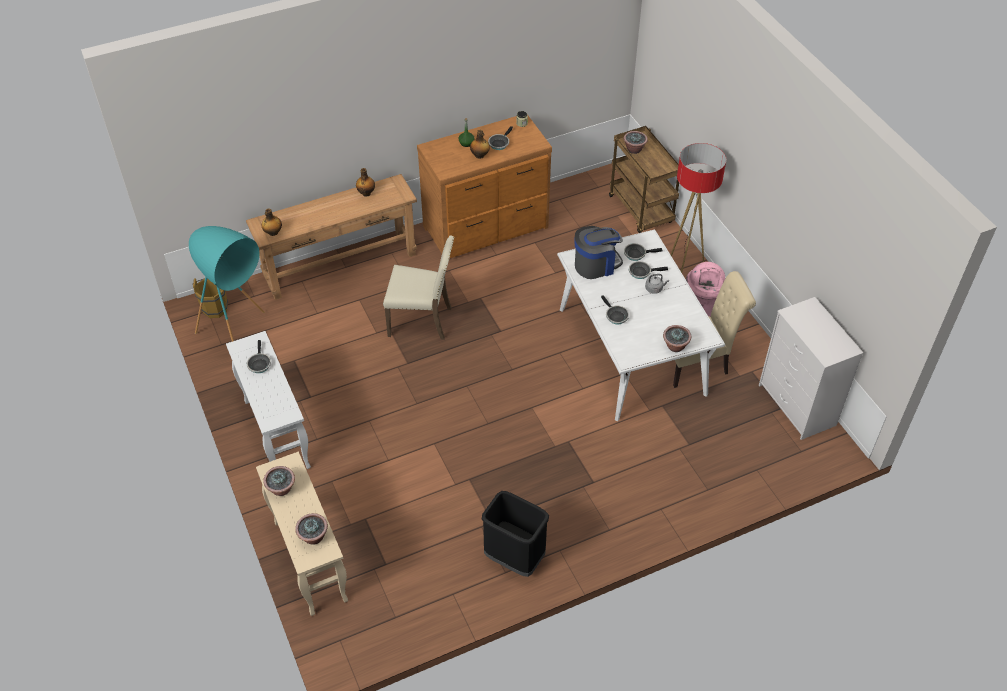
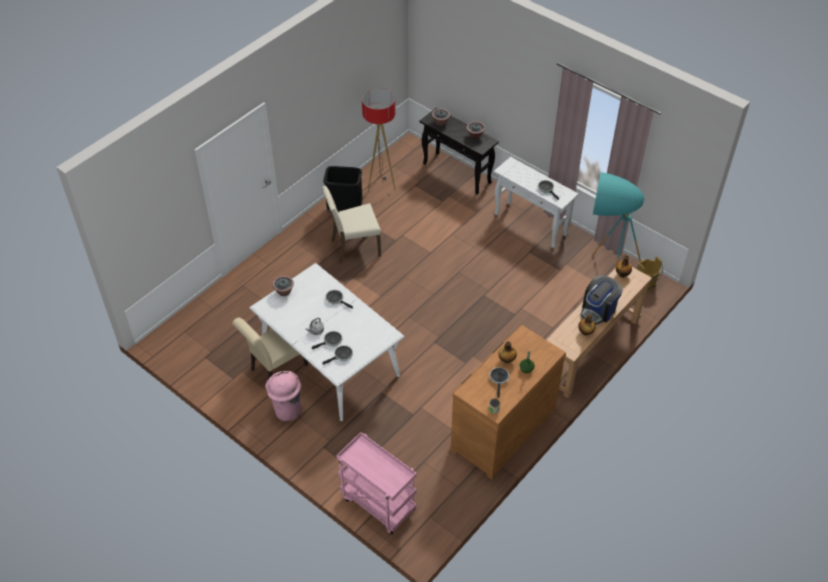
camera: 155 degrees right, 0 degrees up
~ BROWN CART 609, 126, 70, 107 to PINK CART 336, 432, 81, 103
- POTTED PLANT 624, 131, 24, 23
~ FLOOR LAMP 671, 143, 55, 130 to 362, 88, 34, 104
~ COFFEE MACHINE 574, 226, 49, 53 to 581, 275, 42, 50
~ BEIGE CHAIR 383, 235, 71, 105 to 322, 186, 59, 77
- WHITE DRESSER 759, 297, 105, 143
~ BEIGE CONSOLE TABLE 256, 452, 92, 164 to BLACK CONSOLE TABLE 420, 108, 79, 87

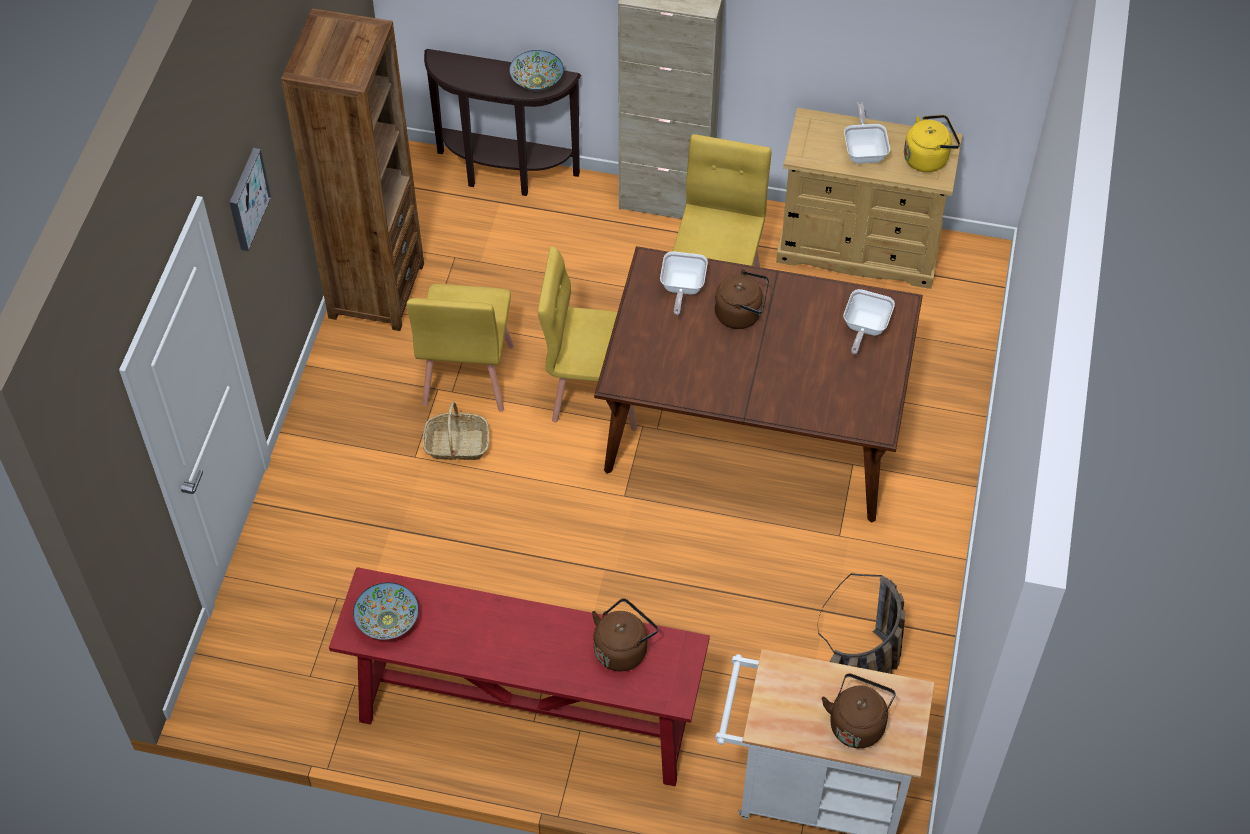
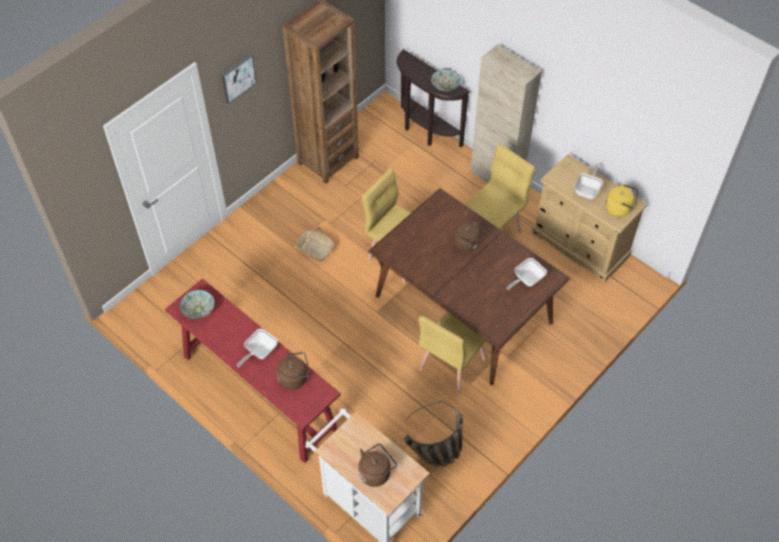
camera: 30 degrees right, 0 degrees up
~ FRYING PAN 660, 251, 48, 64 to 237, 329, 41, 39
~ YELLOW CHAIR 406, 284, 108, 128 to 419, 311, 67, 83

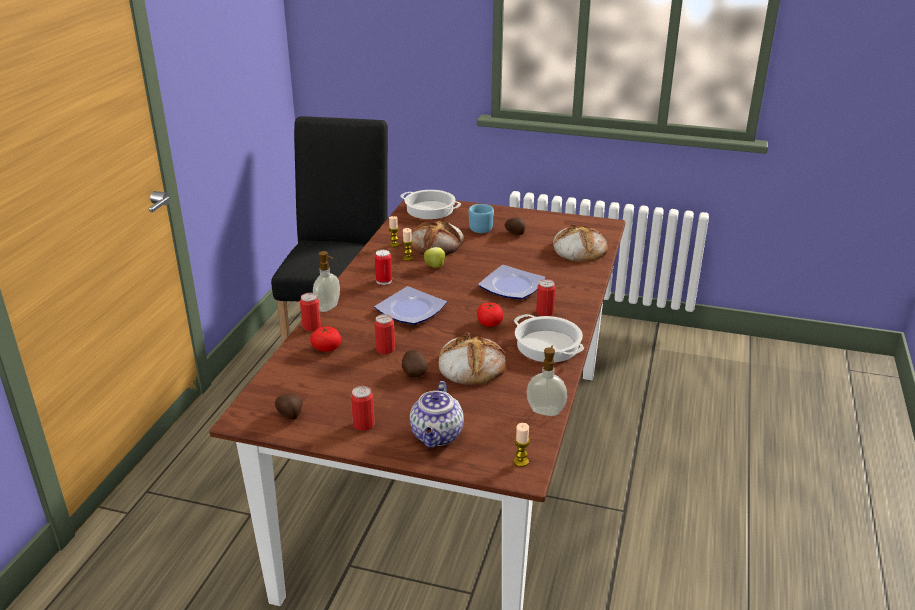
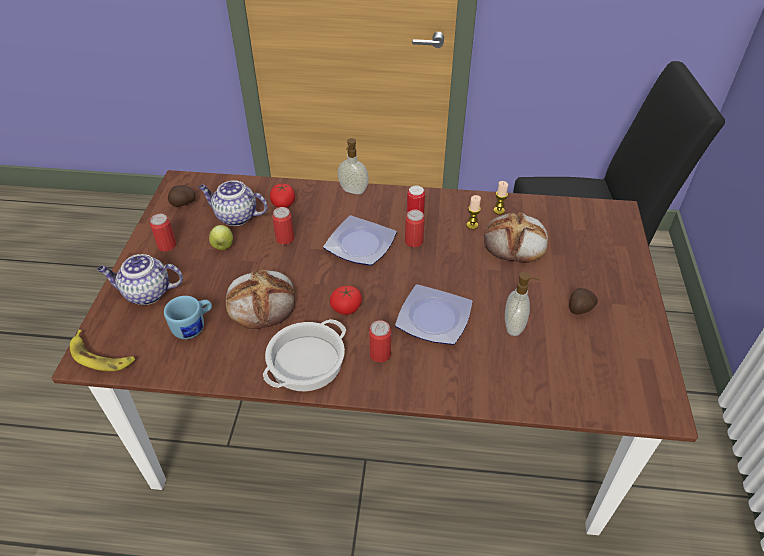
camera: 80 degrees right, 15 degrees up
- COOKING POT 400, 190, 61, 29
~ BLUE MUG 469, 204, 25, 29 to 164, 296, 48, 43
- BREAD 553, 222, 55, 39
~ APPLE 424, 247, 23, 21 to 209, 225, 24, 25
~ CAN 300, 293, 21, 38 to 405, 210, 20, 37
~ SOAP DISPENSER 527, 346, 40, 70 to 505, 272, 35, 64
- POTATO 402, 350, 26, 27
~ CANDLE 514, 423, 16, 44 to BANANA 70, 330, 65, 41
+ TEAPOT 198, 180, 70, 46

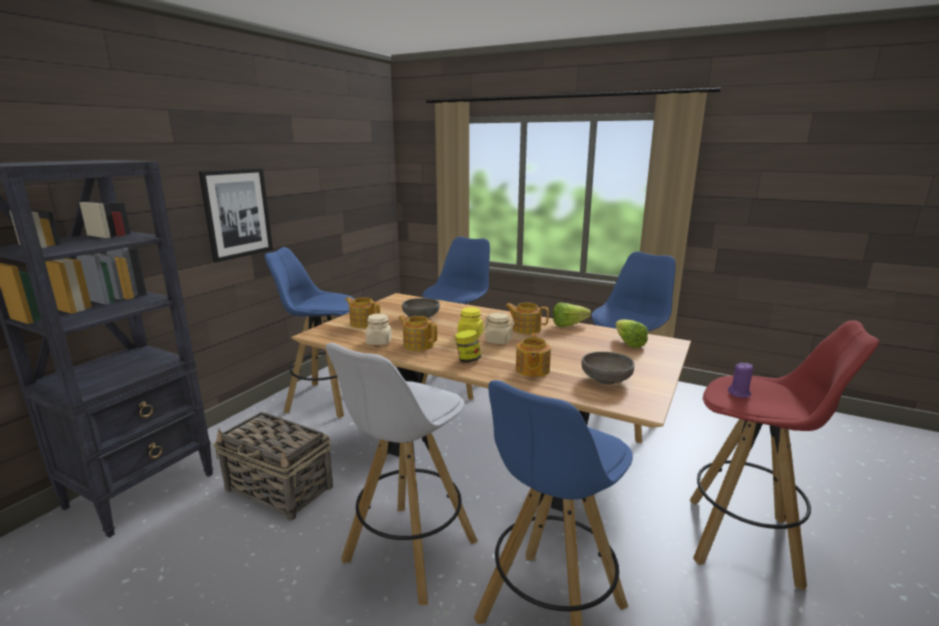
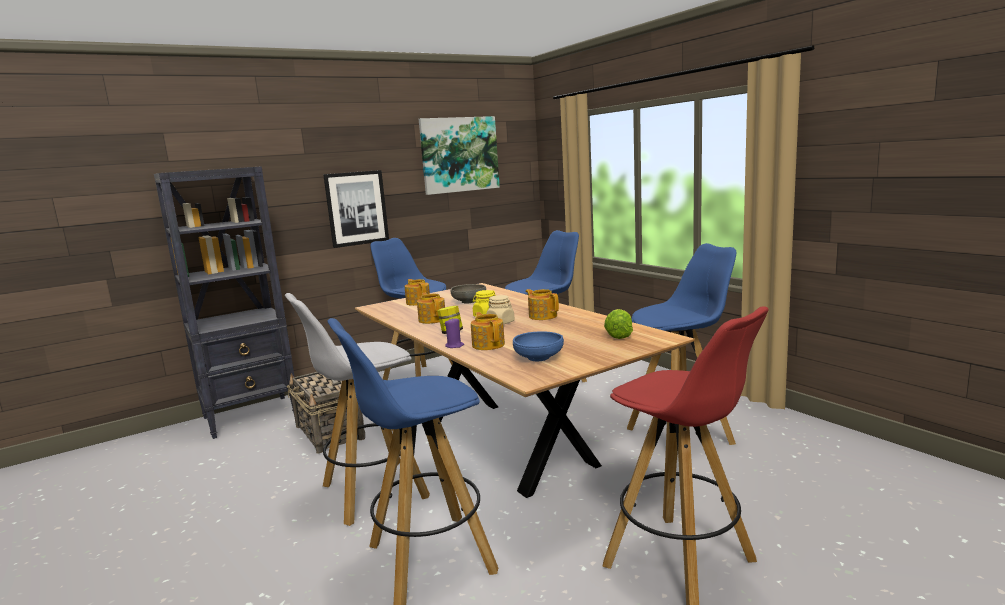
camera: 30 degrees right, 5 degrees down
- LETTUCE 553, 303, 38, 24
- BEIGE JAR 366, 313, 26, 32
~ TEAPOT 516, 333, 35, 44 = 471, 312, 34, 38 120 degrees clockwise
~ GREY BOWL 582, 352, 52, 33 to BLUE BOWL 513, 331, 51, 30
~ PURPLE CANDLE 728, 363, 25, 35 to 445, 319, 19, 29
+ PICTURE 419, 116, 81, 79

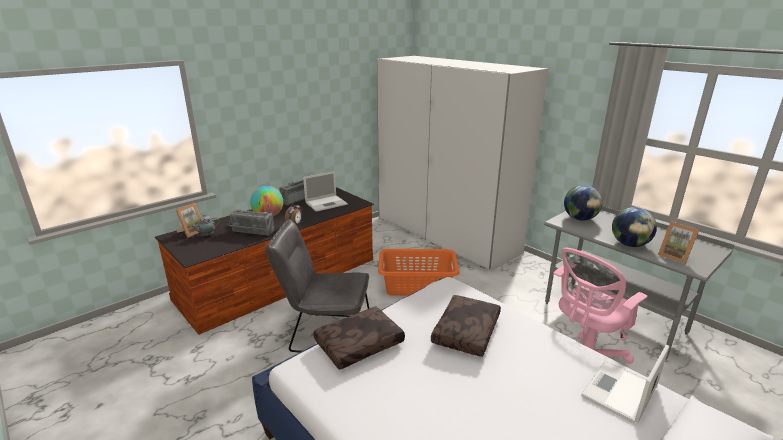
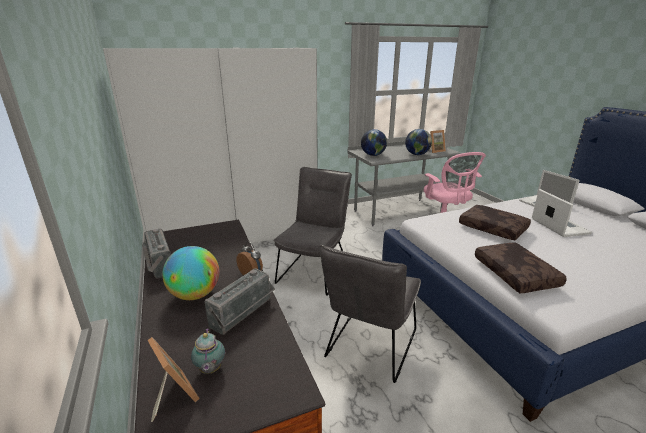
camera: 70 degrees left, 0 degrees up
~ LAPTOP 303, 171, 45, 41 to 532, 189, 60, 48
~ ORANGE LAUNDRY BASKET 378, 249, 82, 47 to GREY CHAIR 274, 167, 78, 129

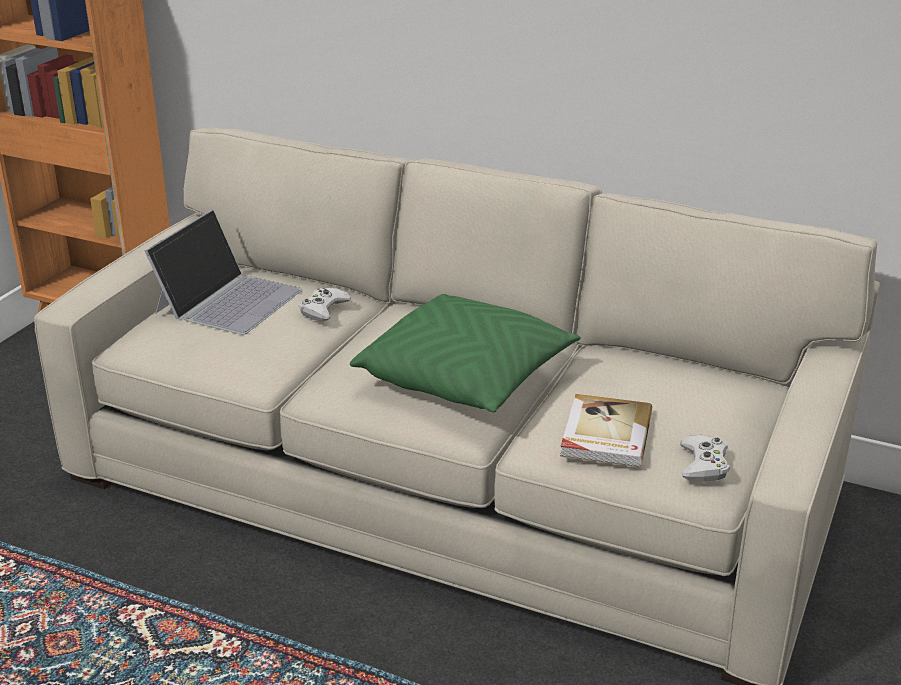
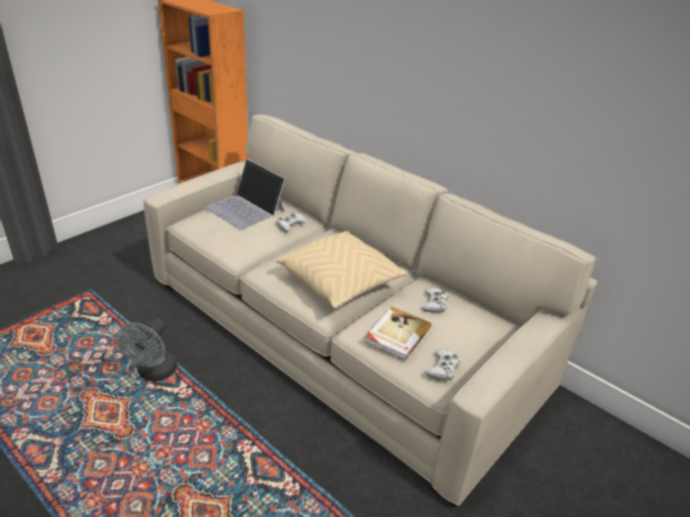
camera: 15 degrees right, 5 degrees up
~ LAPTOP 145, 210, 157, 125 = 206, 159, 80, 71 90 degrees clockwise
~ GREEN PILLOW 350, 294, 231, 118 to BEIGE PILLOW 276, 231, 132, 78
+ WHITE GAME CONTROLLER 422, 288, 27, 25
+ GREY FAN 117, 318, 60, 63

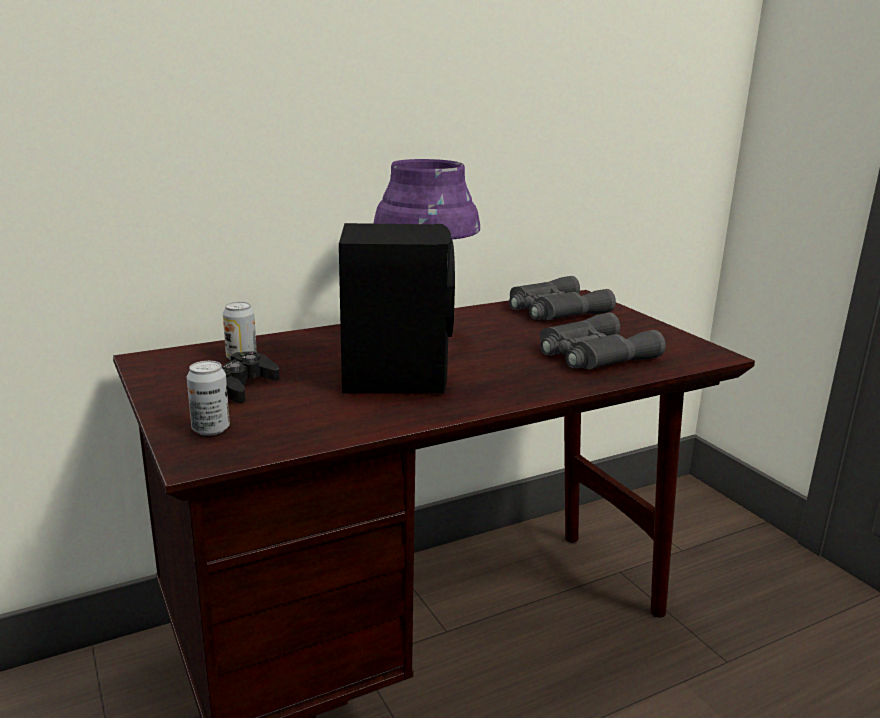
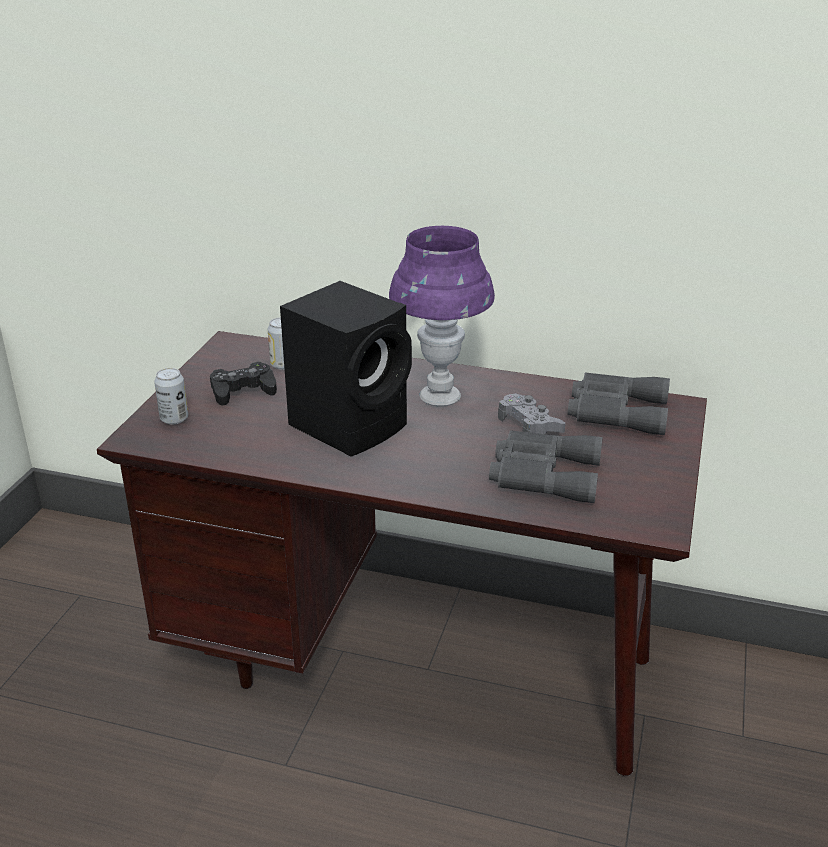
camera: 45 degrees right, 10 degrees up
+ GREY GAME CONTROLLER 498, 393, 67, 41

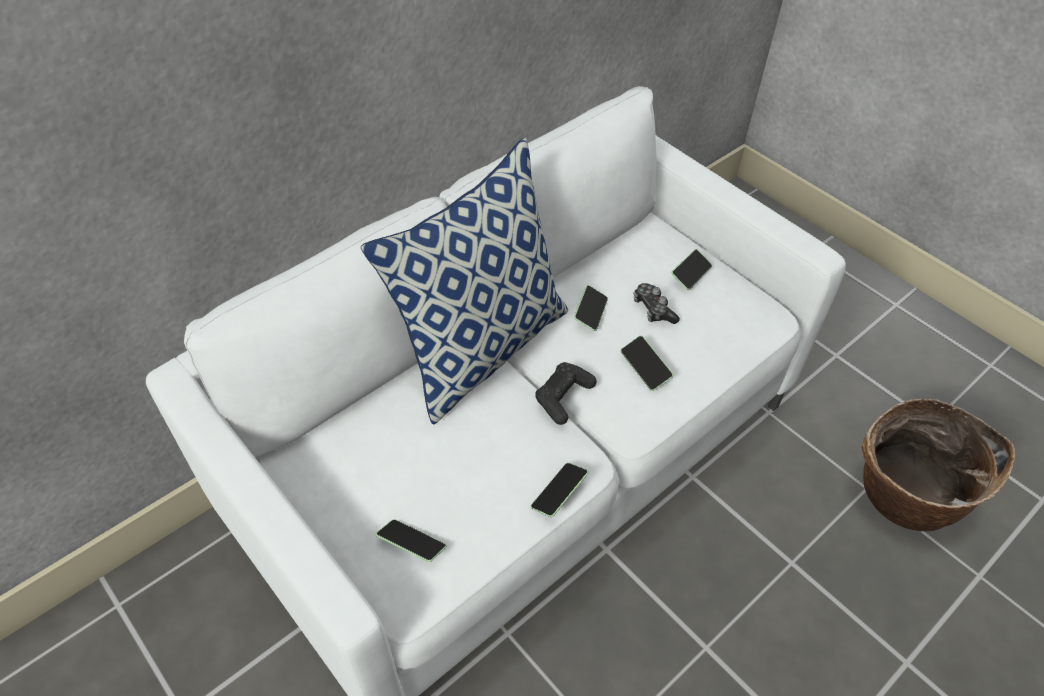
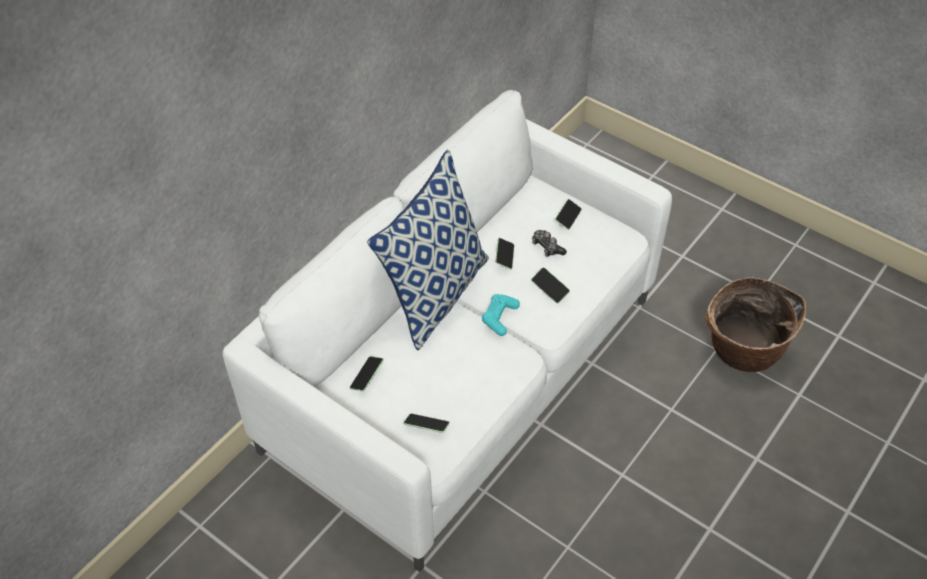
camera: 10 degrees left, 0 degrees up
~ BLACK GAME CONTROLLER 535, 362, 61, 63 to TURQUOISE GAME CONTROLLER 482, 294, 38, 42
~ PHONE 531, 463, 58, 54 to 350, 356, 34, 35

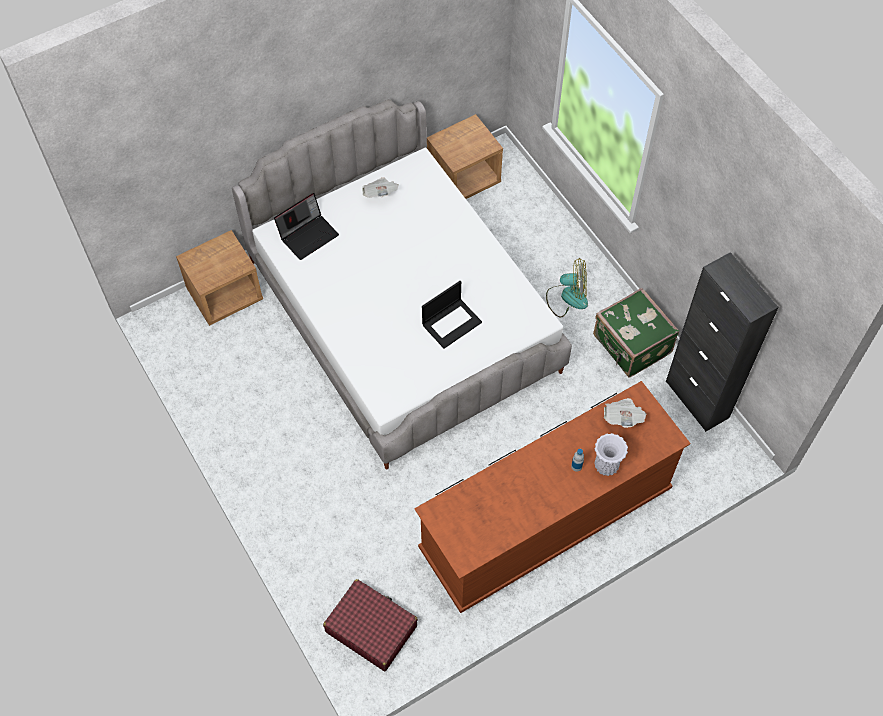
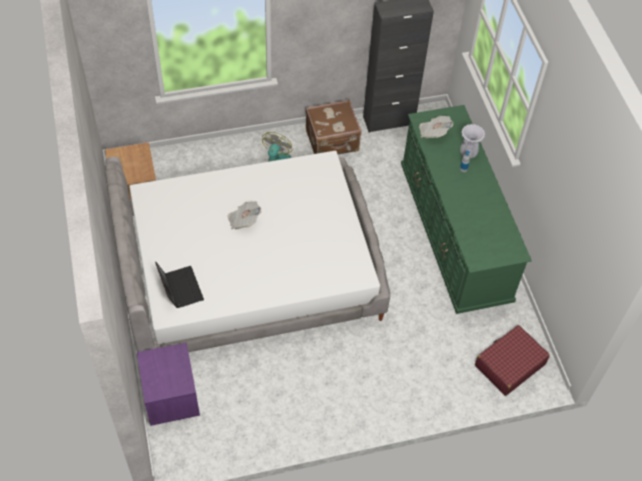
camera: 75 degrees left, 5 degrees down
~ NEWSPAPER 362, 177, 37, 21 to 228, 201, 33, 28
~ BROWN NIGHTSTAND 176, 230, 87, 96 to PURPLE NIGHTSTAND 137, 343, 63, 83
- LAPTOP 422, 281, 60, 67
~ GREEN SUITCASE 593, 288, 86, 90 to BROWN SUITCASE 306, 100, 56, 54
~ BROWN DRESSER 415, 381, 276, 232 to GREEN DRESSER 401, 105, 131, 209

